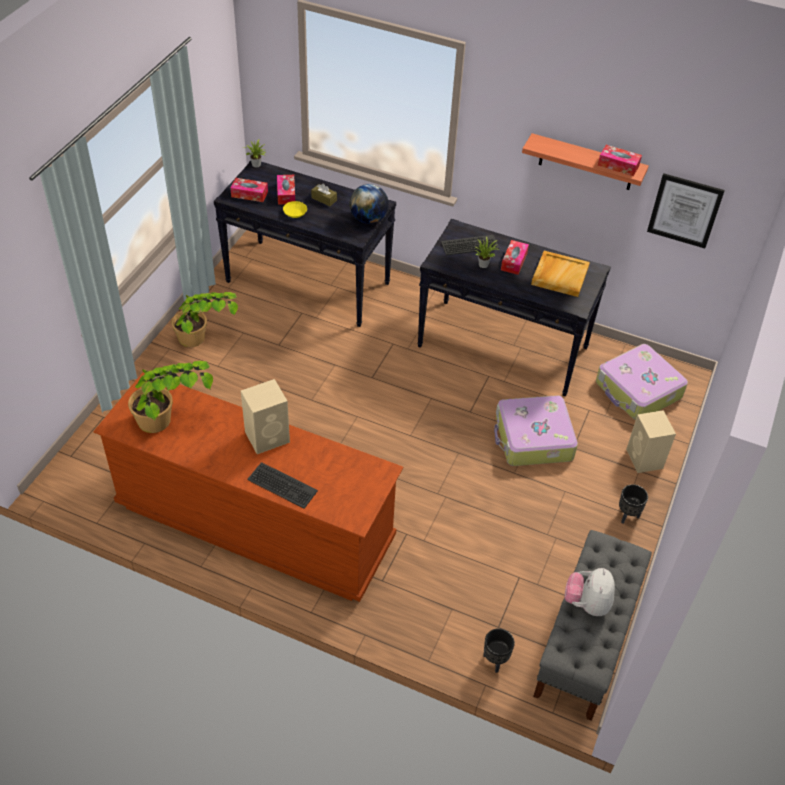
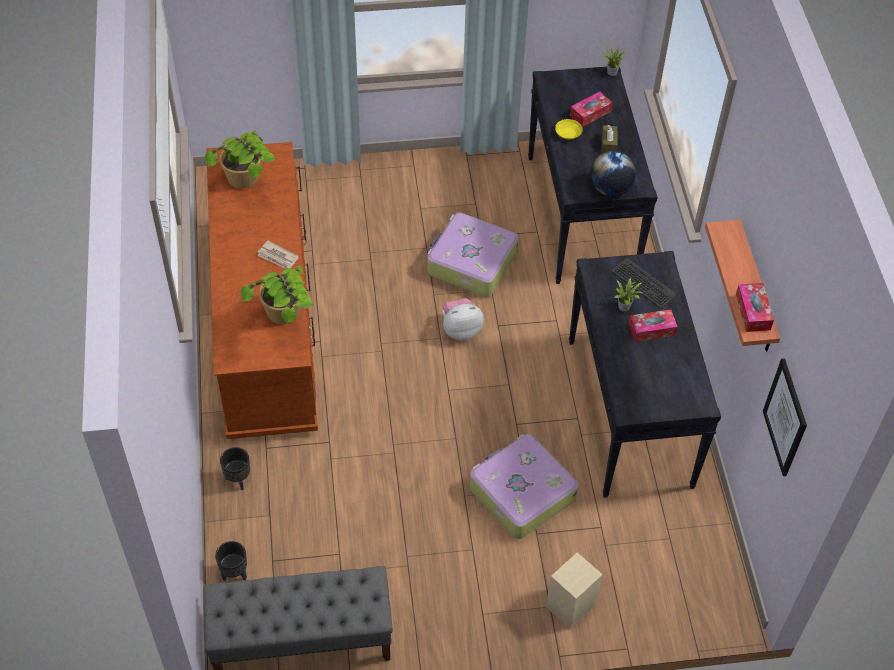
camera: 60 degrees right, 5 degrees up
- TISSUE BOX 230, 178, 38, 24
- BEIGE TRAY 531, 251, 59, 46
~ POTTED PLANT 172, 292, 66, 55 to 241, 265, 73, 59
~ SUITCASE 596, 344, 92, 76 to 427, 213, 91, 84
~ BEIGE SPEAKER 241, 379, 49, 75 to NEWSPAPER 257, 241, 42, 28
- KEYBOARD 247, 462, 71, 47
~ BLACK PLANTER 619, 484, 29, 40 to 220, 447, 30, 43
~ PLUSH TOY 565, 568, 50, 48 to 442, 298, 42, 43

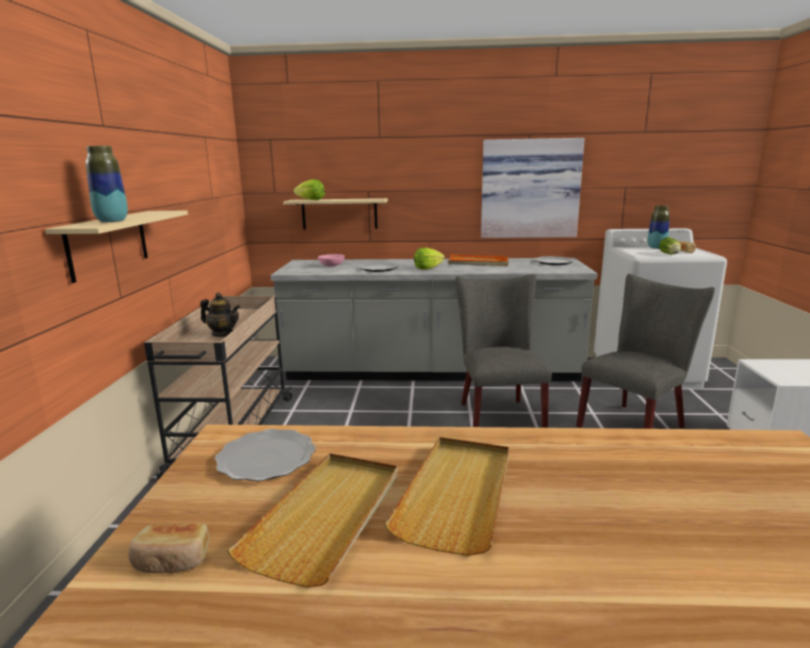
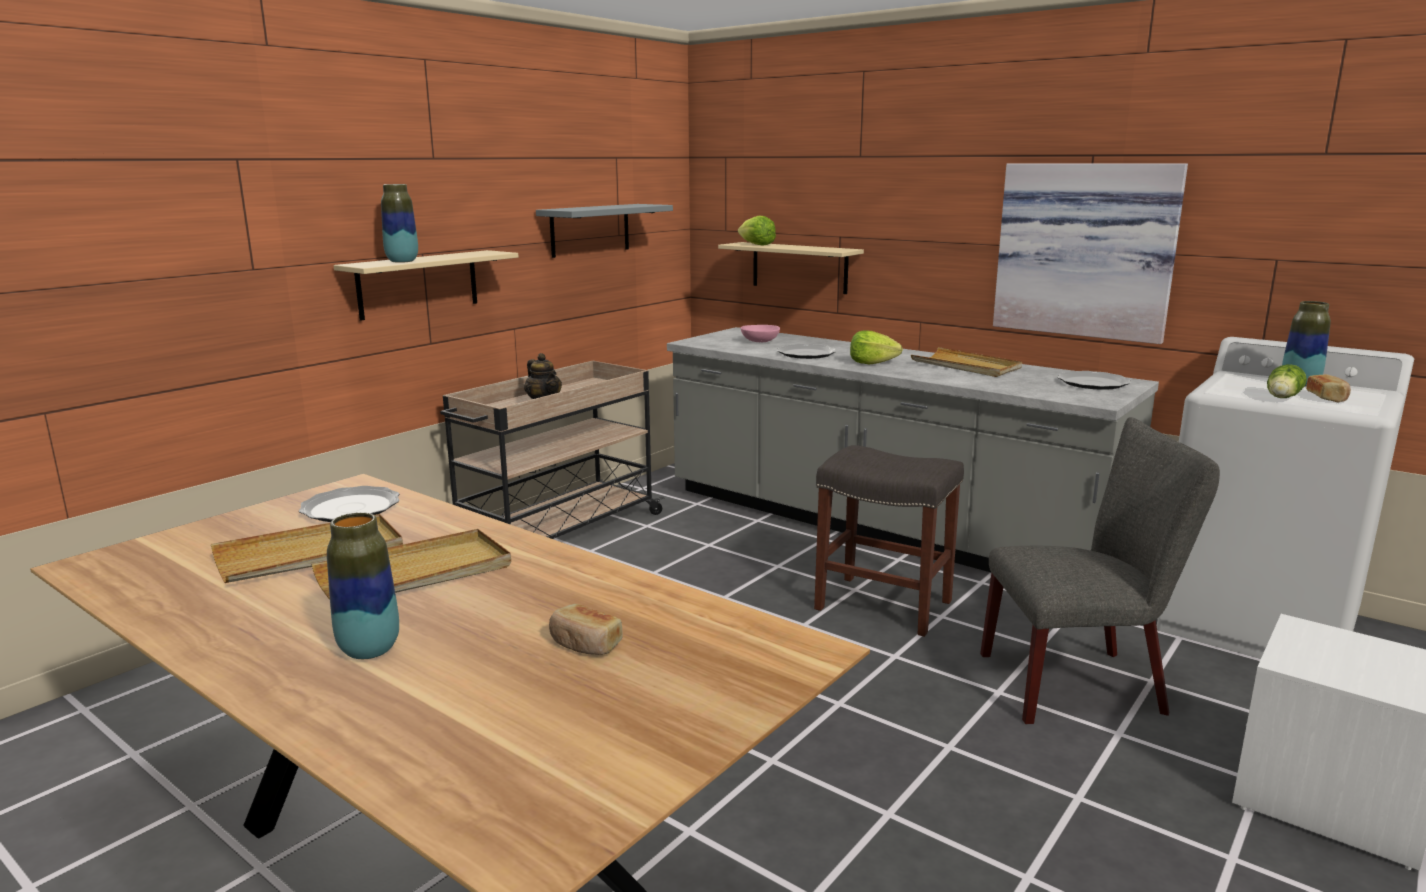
camera: 35 degrees right, 0 degrees up
~ ORANGE TRAY 448, 255, 61, 11 to BEIGE TRAY 911, 347, 111, 30
~ GREY CHAIR 455, 274, 97, 154 to GREY STOOL 814, 445, 150, 192
~ BREAD 128, 523, 81, 50 to 549, 604, 74, 51
+ GREY SHELF 536, 204, 137, 54
+ VASE 327, 512, 72, 147

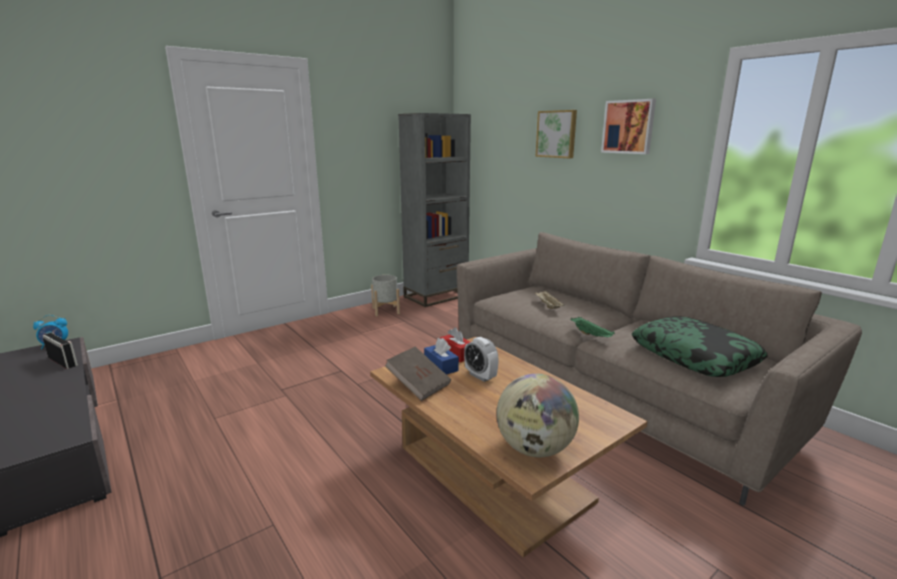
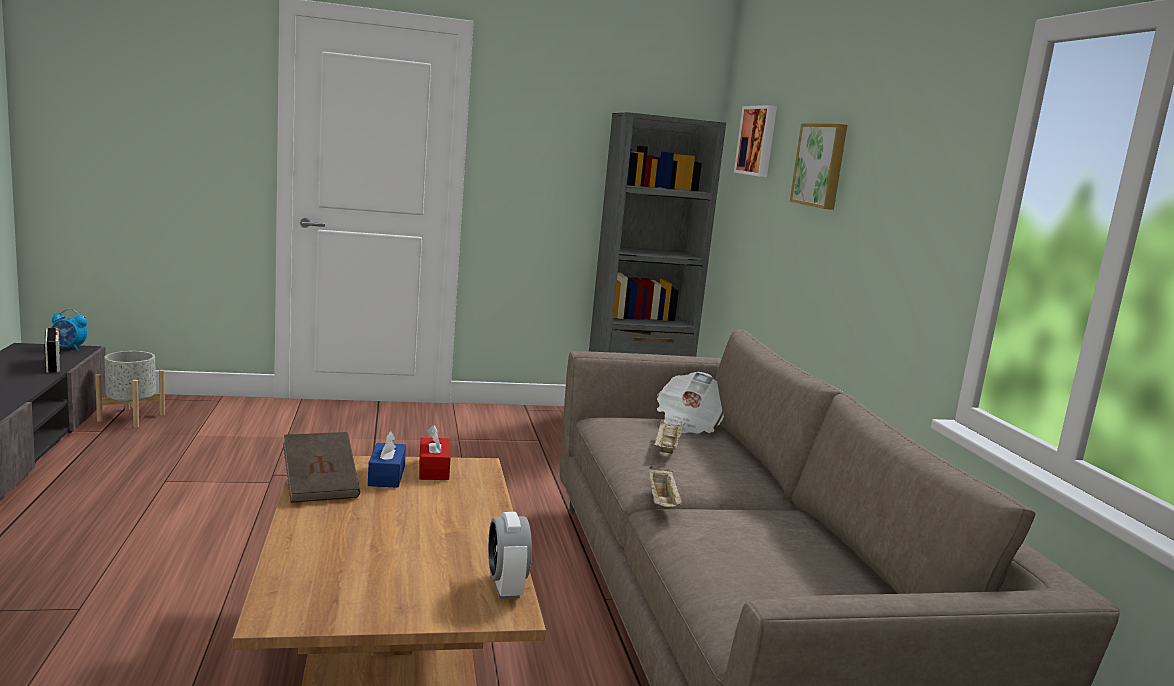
camera: 25 degrees right, 5 degrees down
~ PICTURE 601, 99, 55, 55 to 734, 105, 43, 72
~ GREY PLANTER 371, 275, 29, 42 to 95, 351, 70, 77
- PILLOW 632, 316, 136, 61
~ GREEN TRAY 570, 317, 45, 20 to BEIGE TRAY 649, 466, 34, 41
~ ALARM CLOCK 464, 337, 35, 45 to 488, 512, 44, 87
- GLOBE 497, 374, 82, 83
+ NEWSPAPER 657, 372, 67, 62

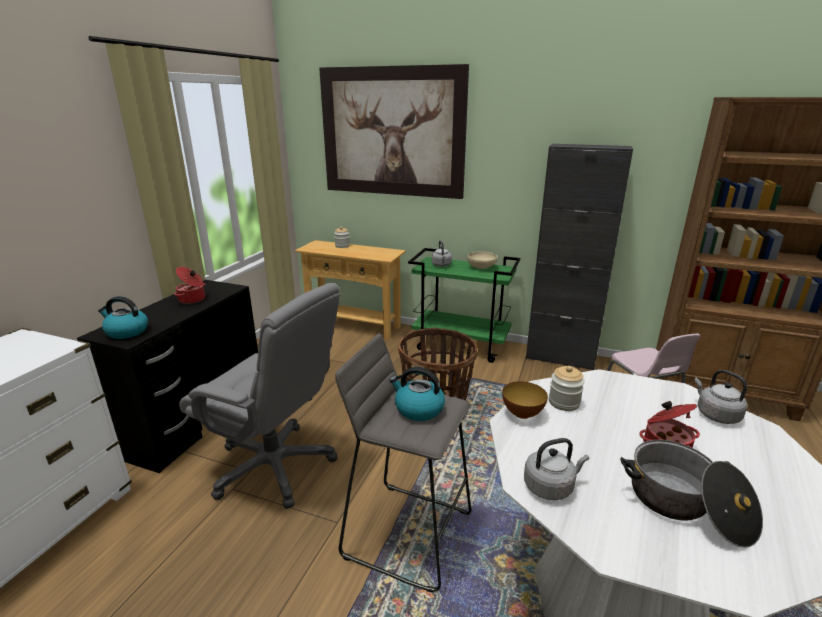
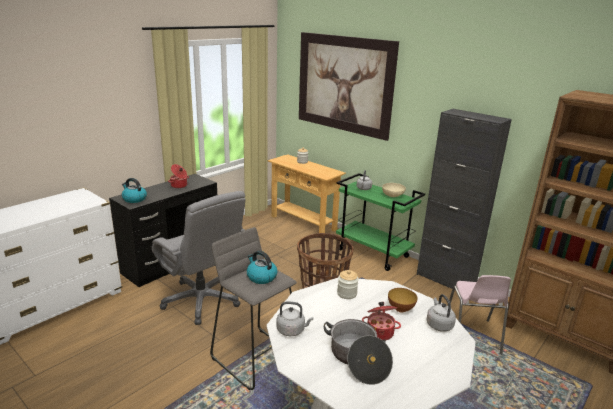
camera: 20 degrees right, 0 degrees up
~ BOWL 502, 381, 46, 38 to 388, 288, 30, 25

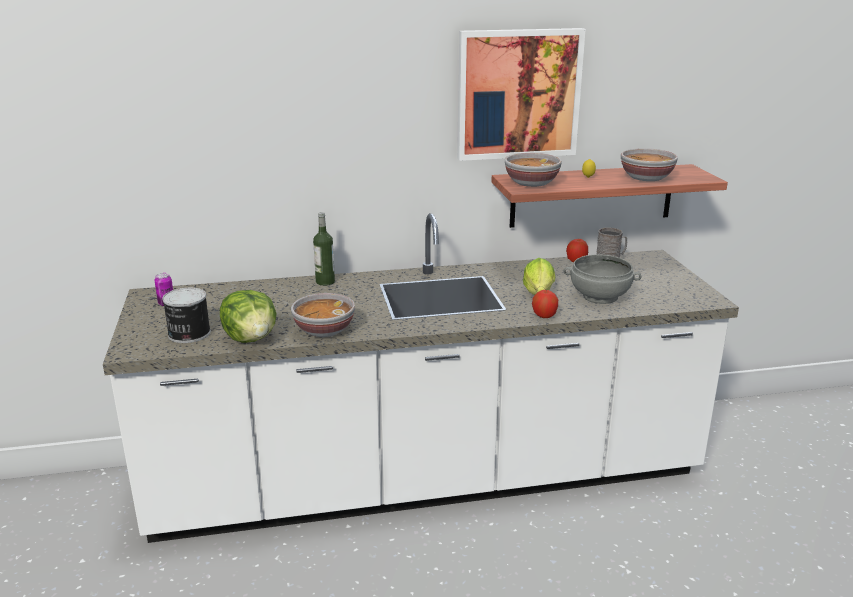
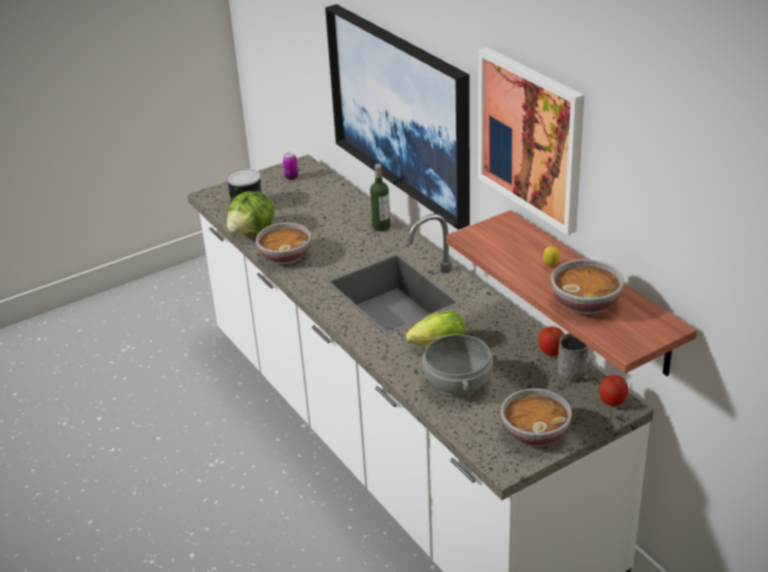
camera: 70 degrees right, 10 degrees up
~ BOWL 505, 153, 57, 34 to 501, 388, 71, 58
~ APPLE 532, 290, 26, 28 to 599, 375, 29, 31
+ PICTURE 325, 4, 145, 226

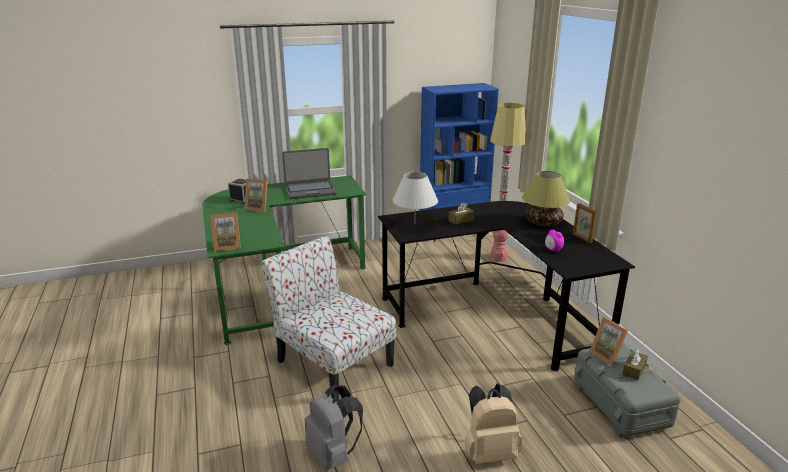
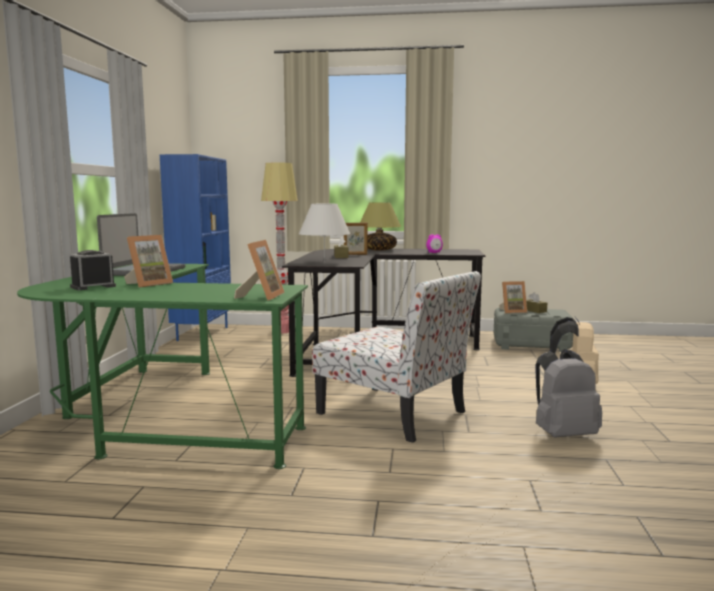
camera: 65 degrees left, 15 degrees down
~ PICTURE FRAME 573, 203, 24, 40 to 344, 223, 24, 32
~ CHAIR 261, 236, 135, 166 = 312, 271, 169, 172 120 degrees counterclockwise

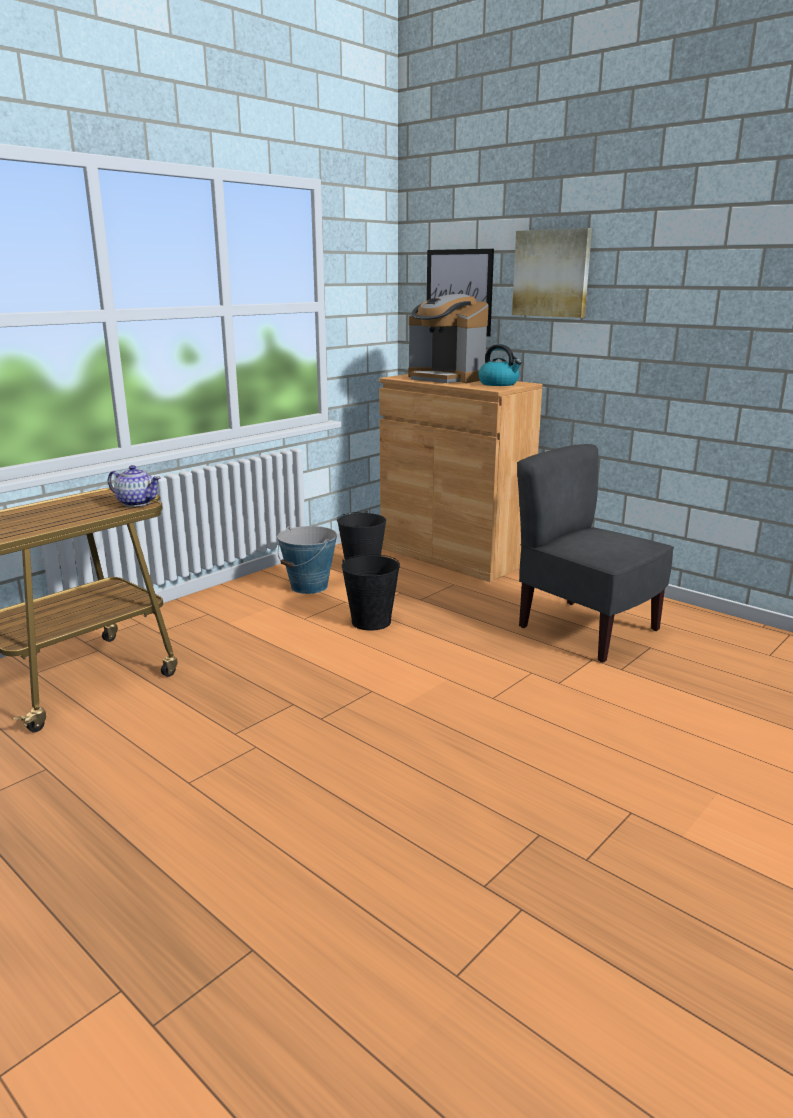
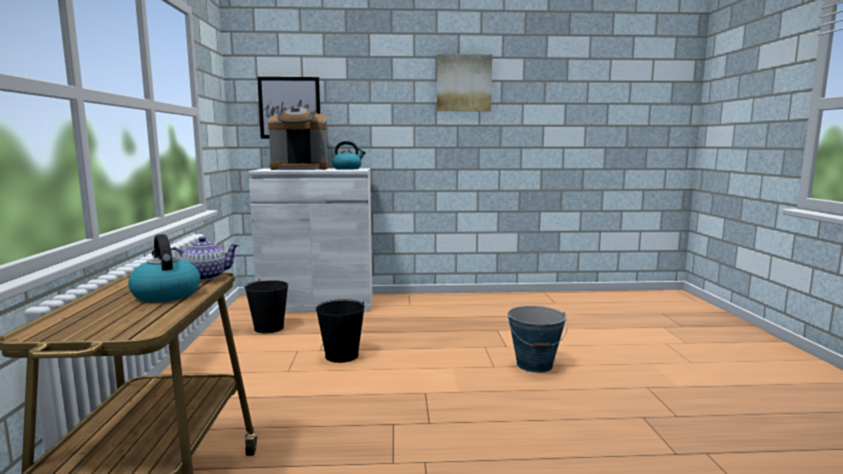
camera: 45 degrees left, 10 degrees down
~ PICTURE 512, 228, 80, 90 to 437, 54, 55, 57
~ BROWN CABINET 379, 374, 164, 208 to WHITE CABINET 249, 168, 123, 144
- GREY CHAIR 517, 444, 157, 219
~ BUCKET 277, 526, 60, 68 to 508, 306, 60, 67
+ KETTLE 128, 234, 72, 68

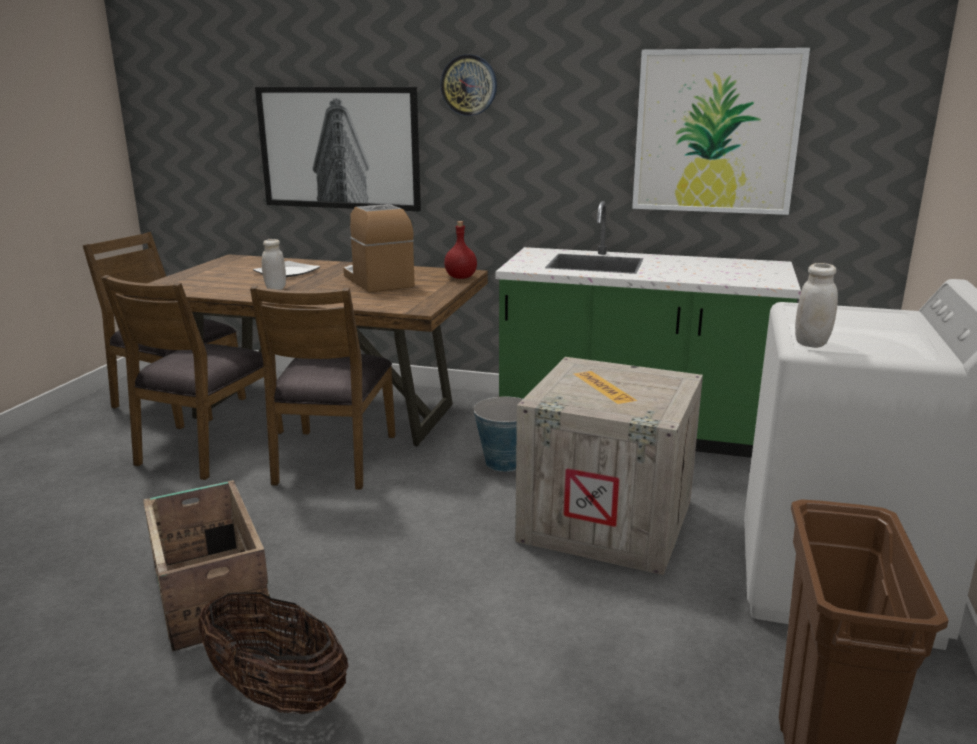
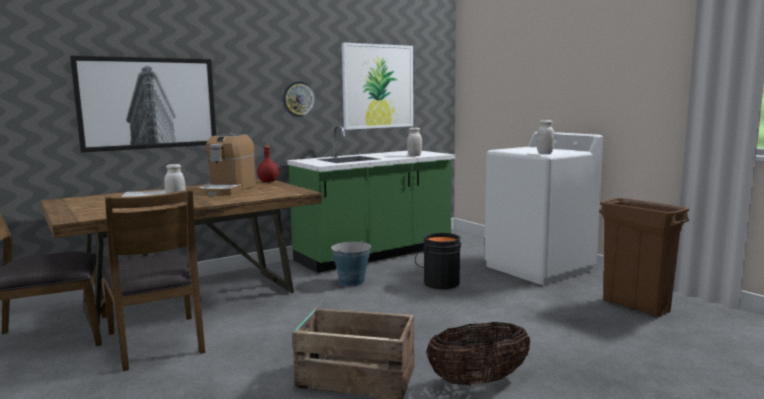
camera: 50 degrees left, 10 degrees down
~ WALL CLOCK 440, 54, 57, 62 to 283, 81, 33, 36
~ COFFEE MACHINE 343, 204, 72, 89 = 198, 134, 58, 62 90 degrees counterclockwise
- BROWN CHAIR 250, 286, 146, 204
~ CRATE 515, 357, 188, 218 to BLACK BUCKET 415, 233, 46, 56
+ WHITE JAR 407, 128, 15, 28

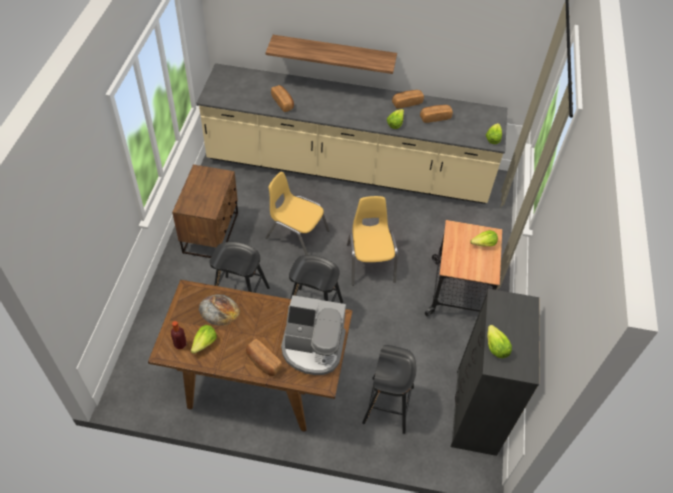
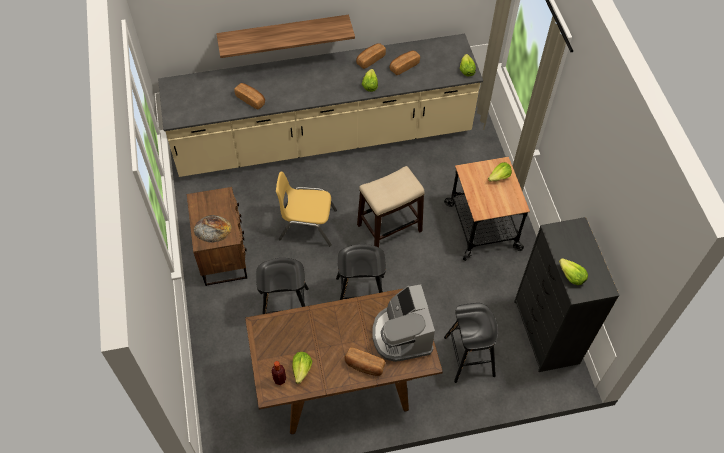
camera: 20 degrees left, 5 degrees up
~ YELLOW CHAIR 347, 196, 51, 90 to STOOL 357, 166, 68, 81
~ BREAD 199, 294, 41, 32 to 194, 215, 38, 28
~ COFFEE MACHINE 281, 295, 65, 80 = 372, 284, 63, 78 90 degrees clockwise

